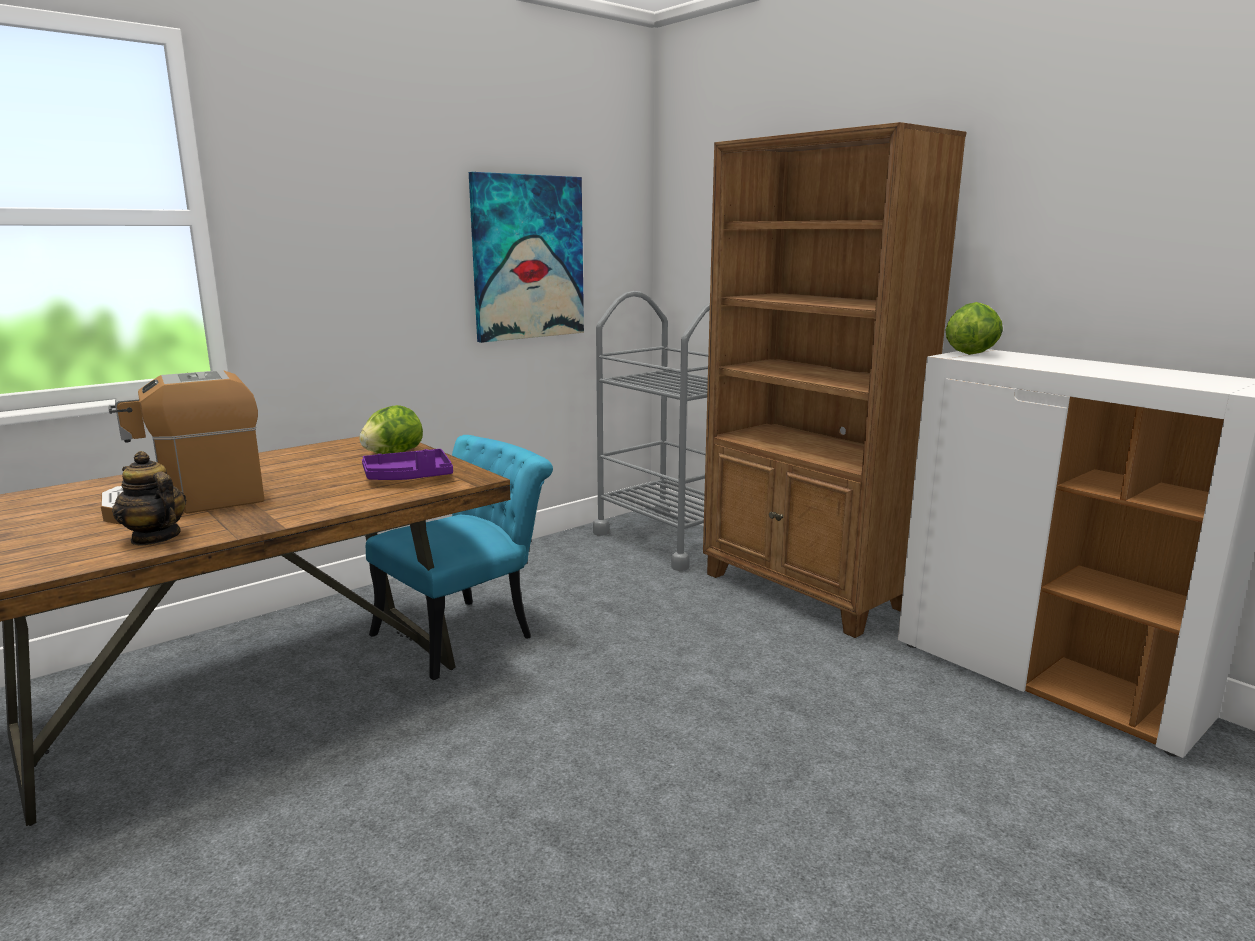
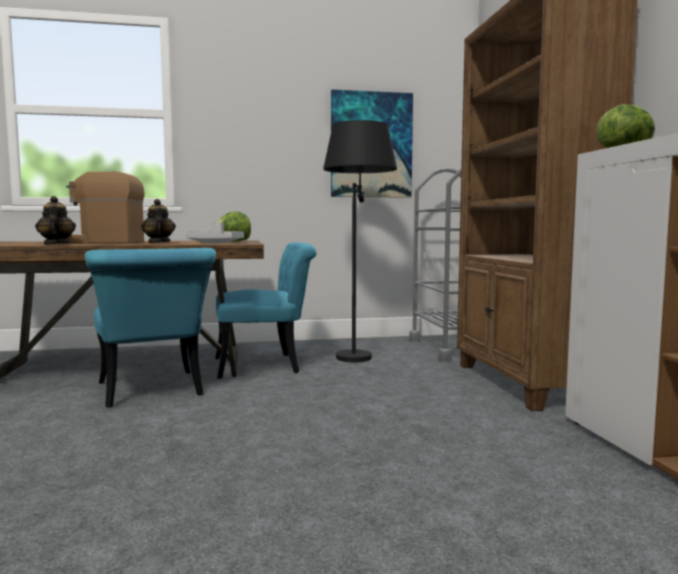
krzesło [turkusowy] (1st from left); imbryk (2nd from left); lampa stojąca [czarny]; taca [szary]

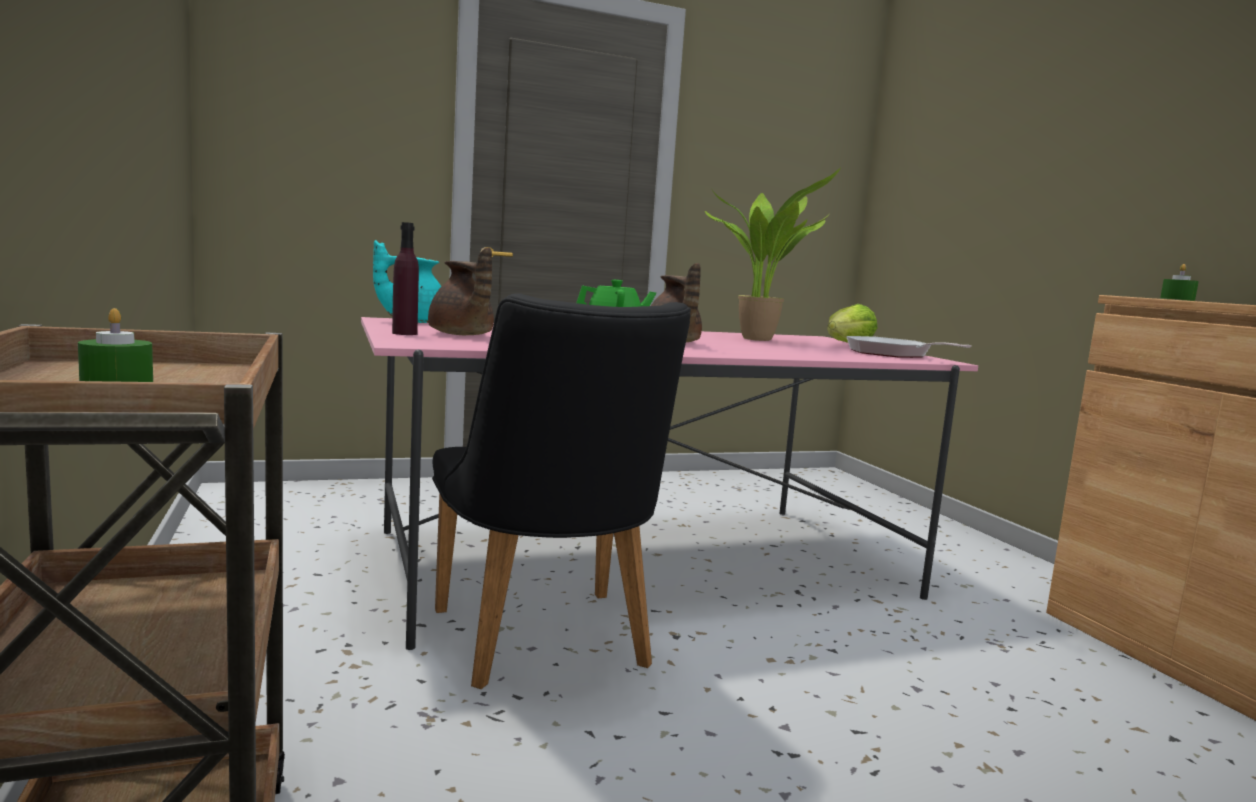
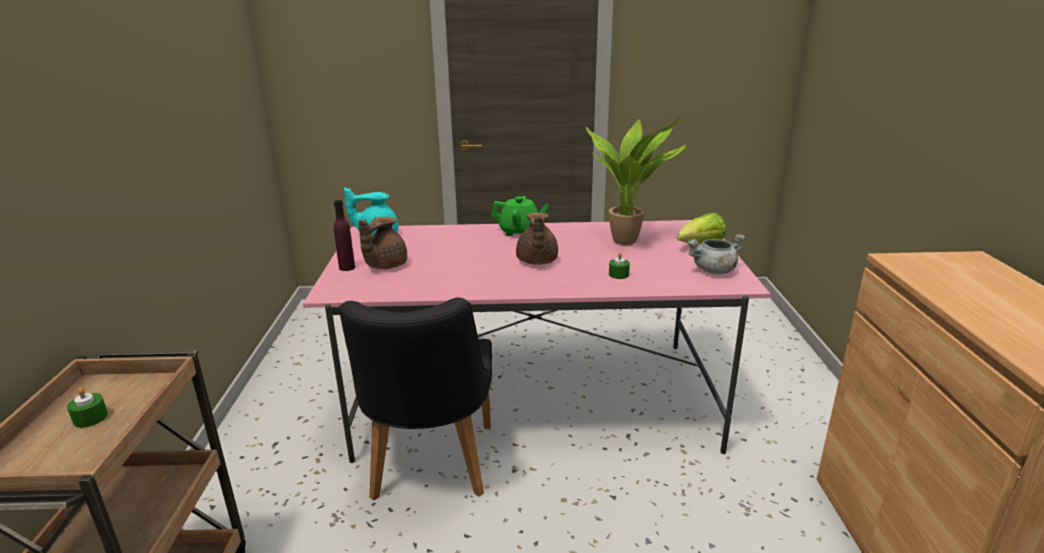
świeca [zielony] (2nd from left); garnek [szary]; imbryk [brązowy] (1st from left)

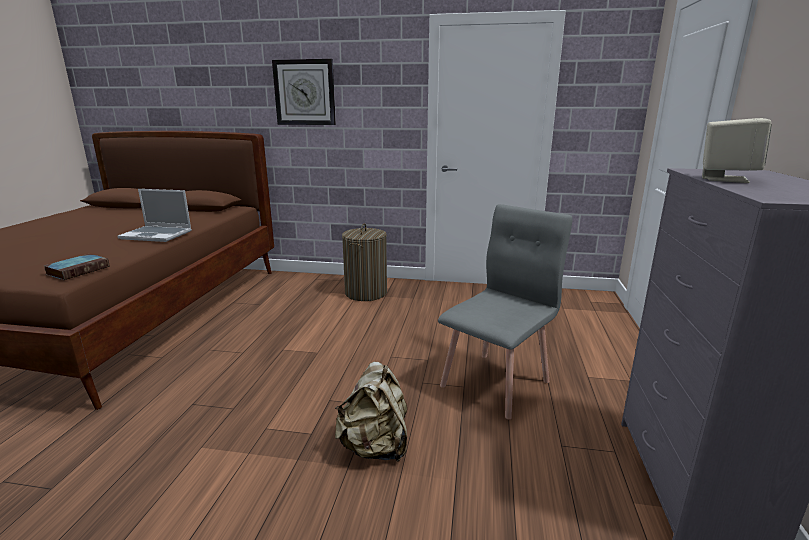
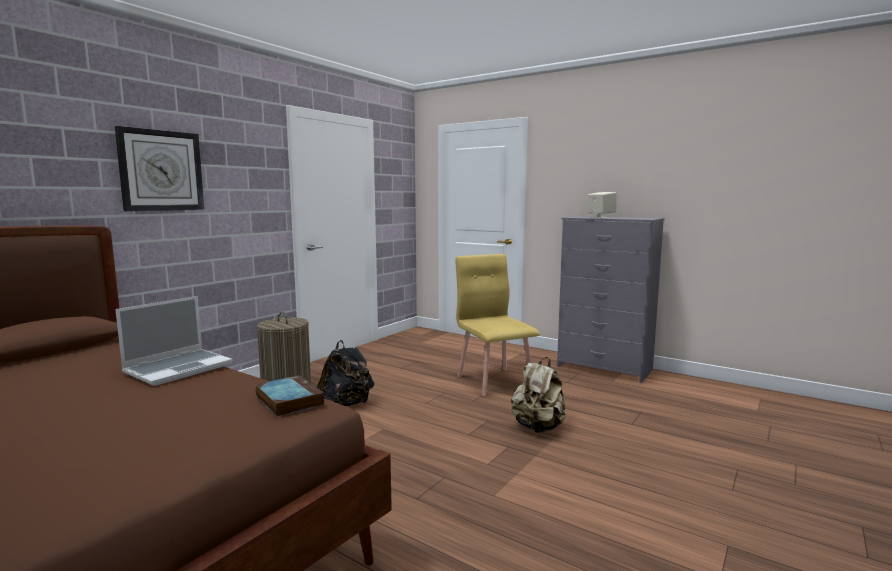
plecak [czarny]; krzesło [żółty]

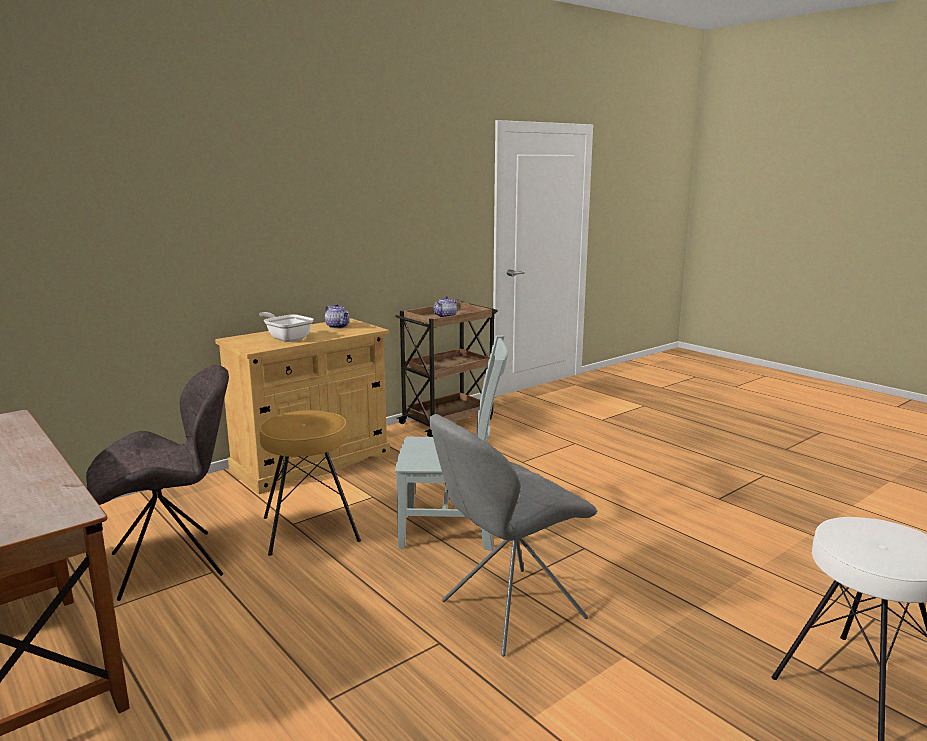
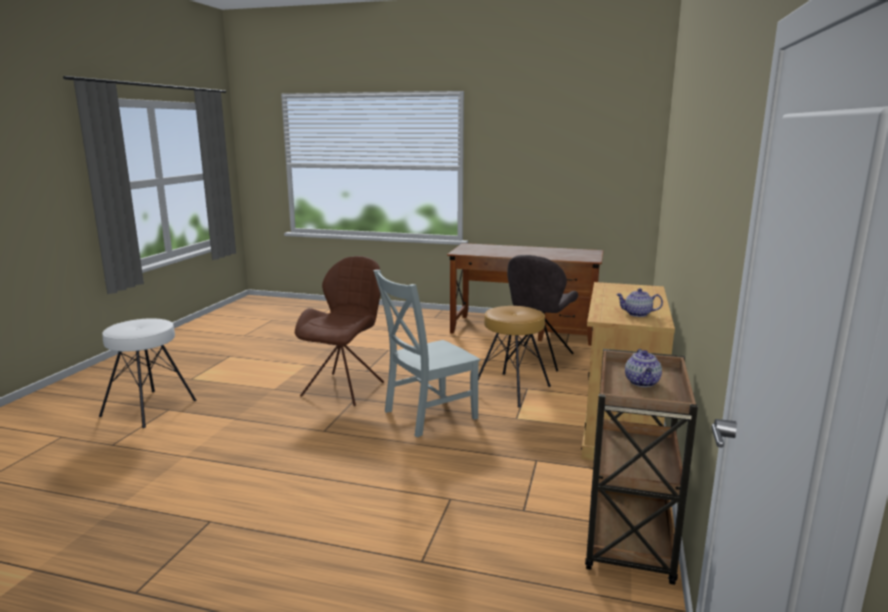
patelnia; krzesło [brązowy]

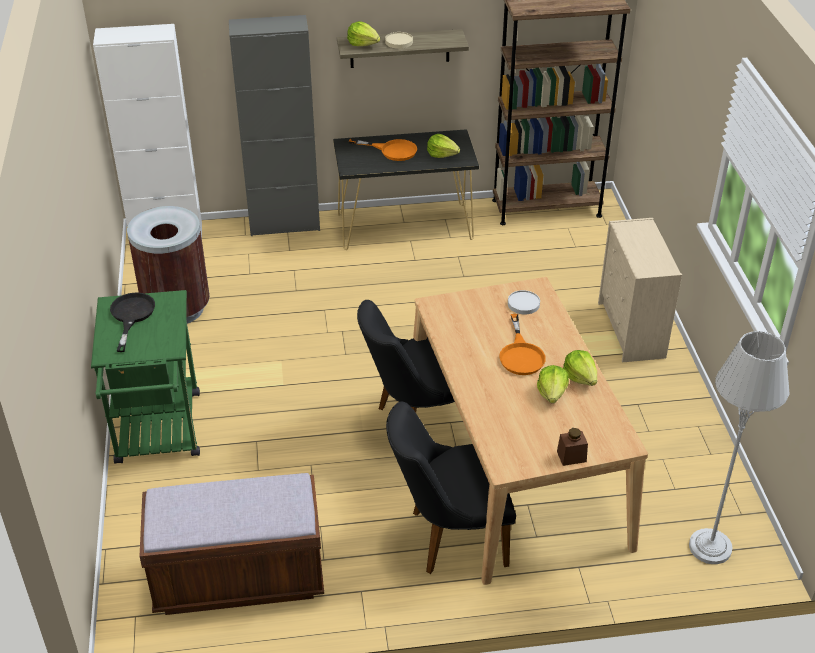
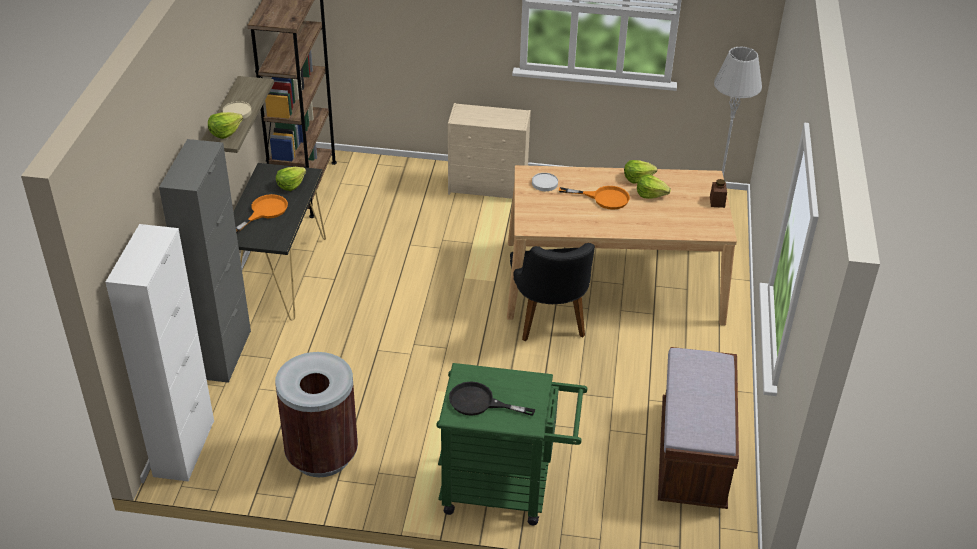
krzesło [czarny] (2nd from left in the first image)

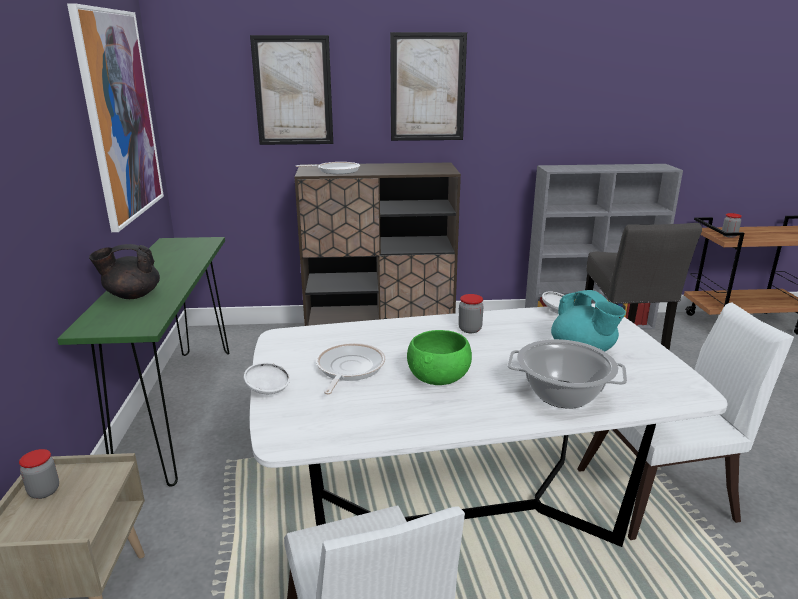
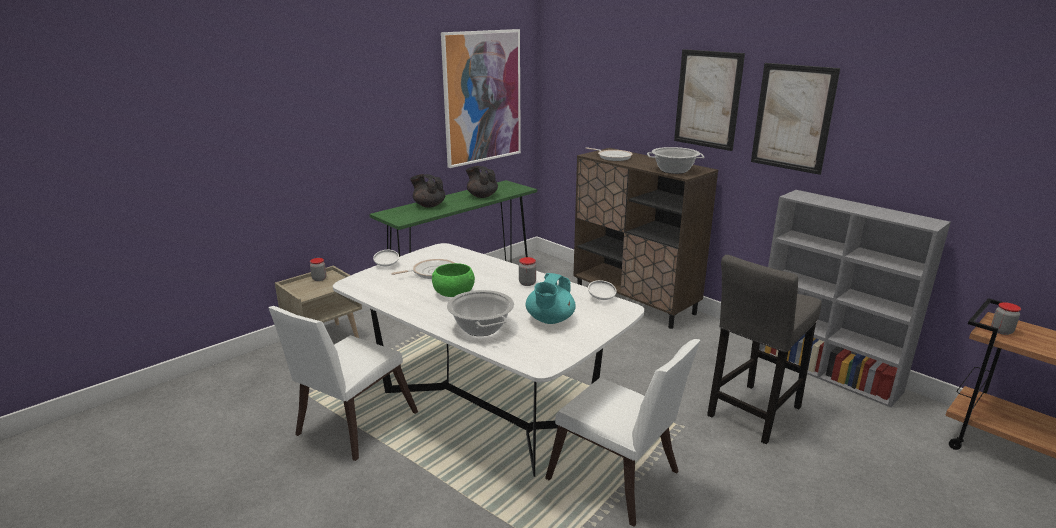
imbryk [czarny] (2nd from left); garnek (2nd from left); obraz (3rd from left)

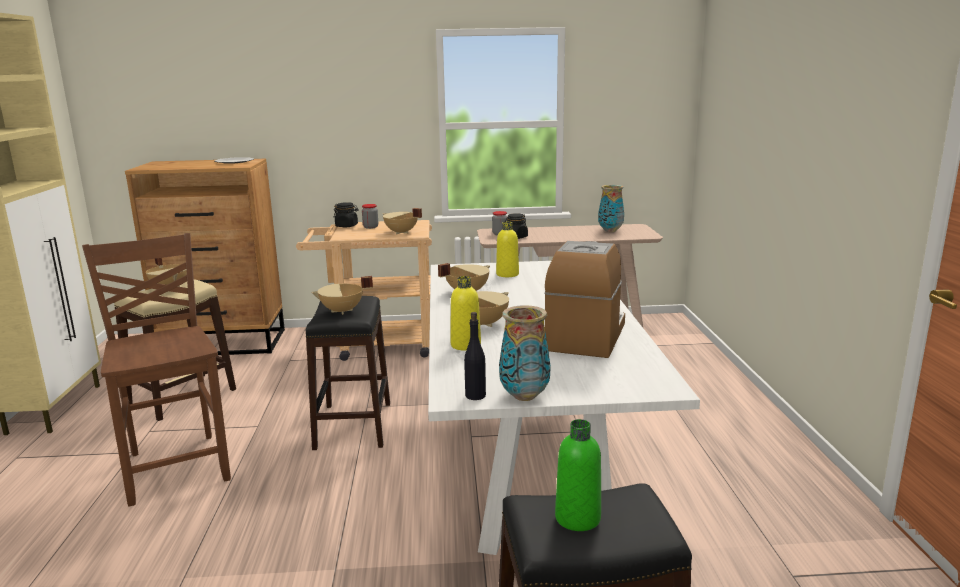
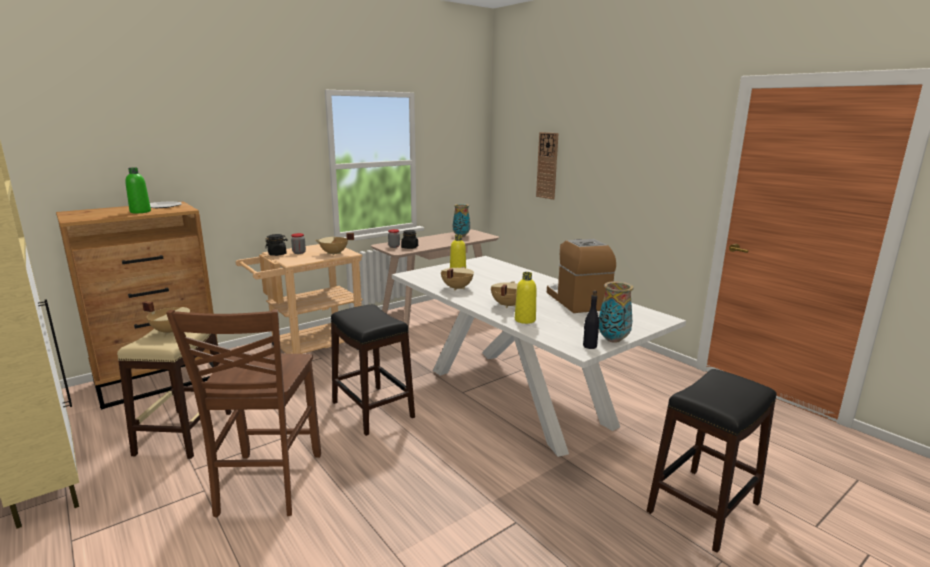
garnek [beżowy] (2nd from left in the first image); zegar ścienny; butelka [zielony]; krzesło [brązowy]

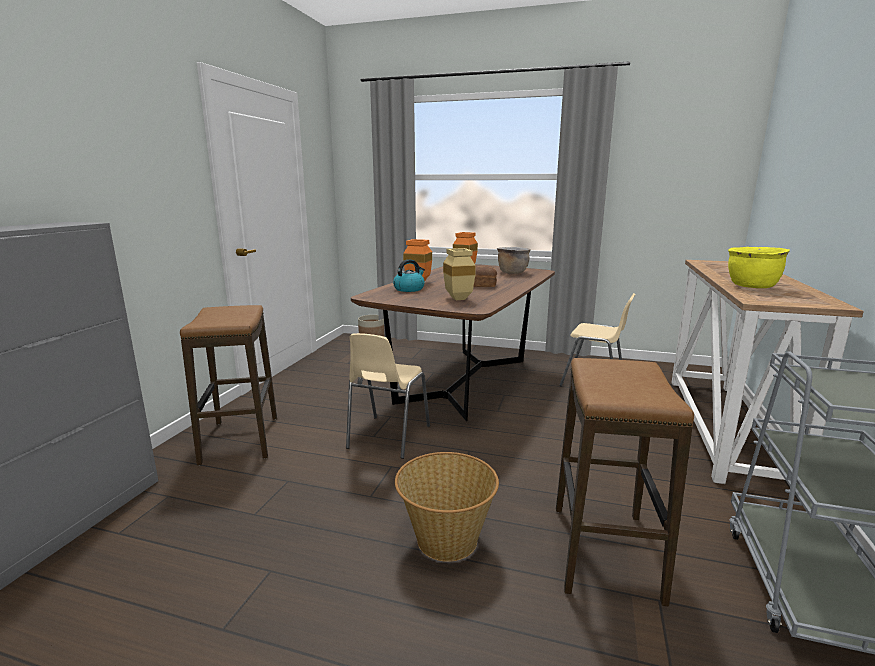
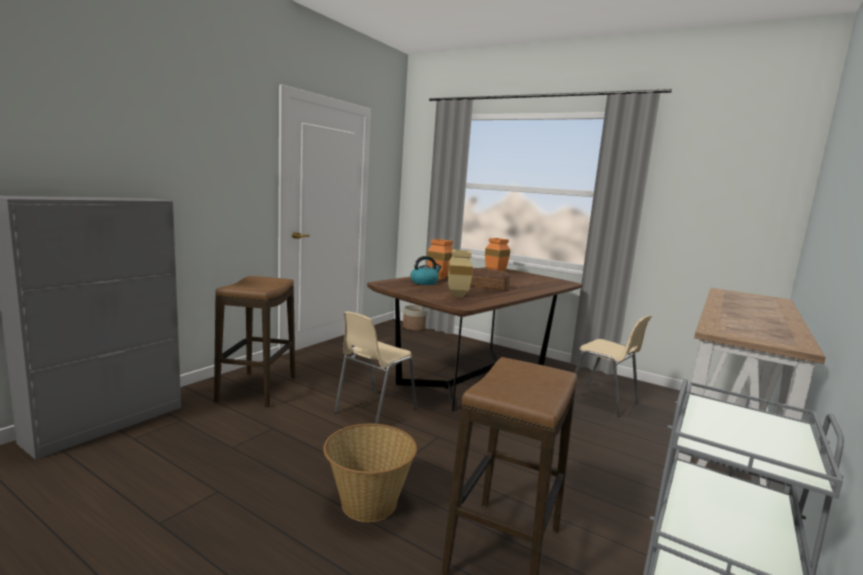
garnek [brązowy]; garnek [żółty]

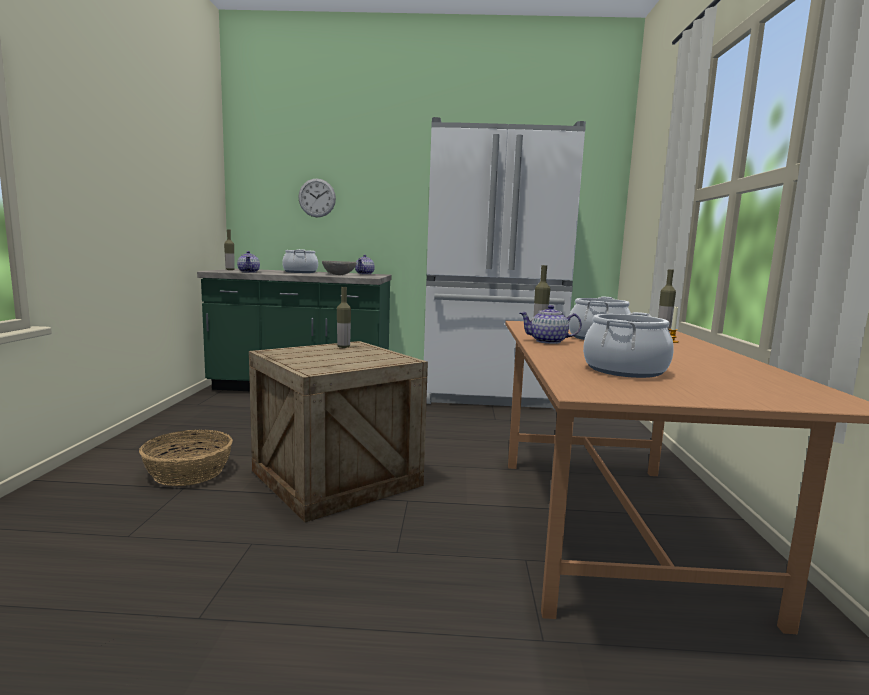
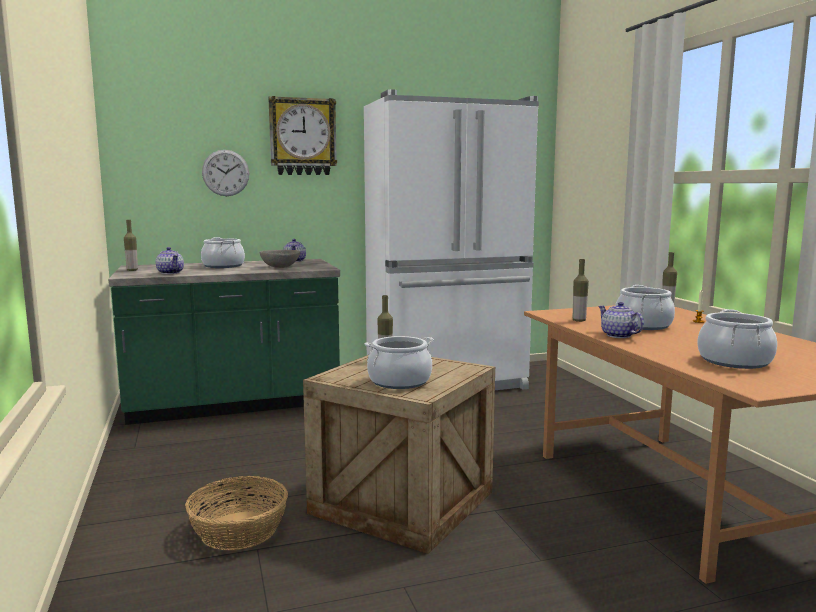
zegar ścienny (2nd from left); garnek (2nd from left); imbryk (3rd from left)

